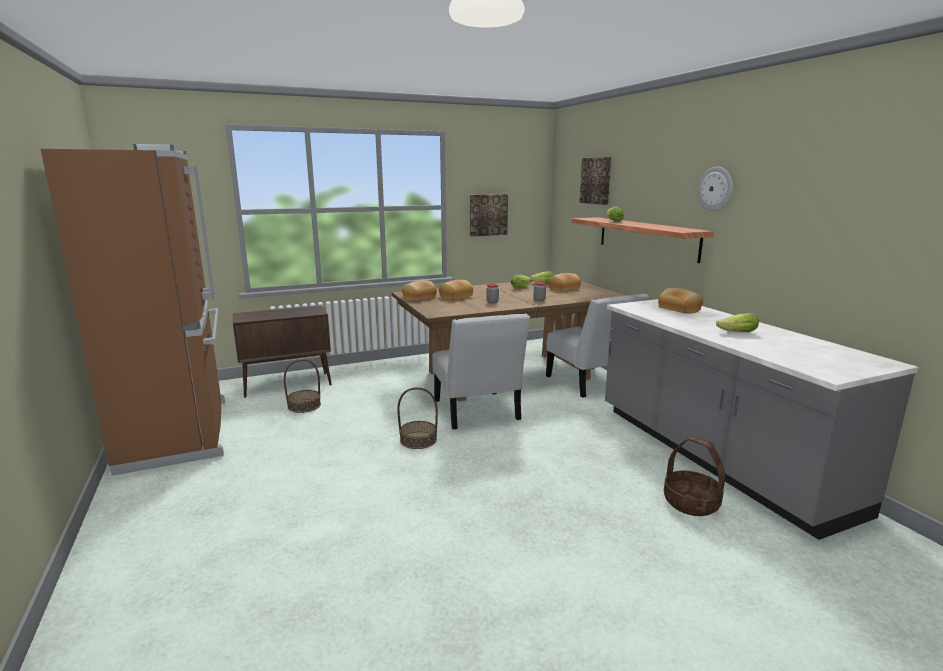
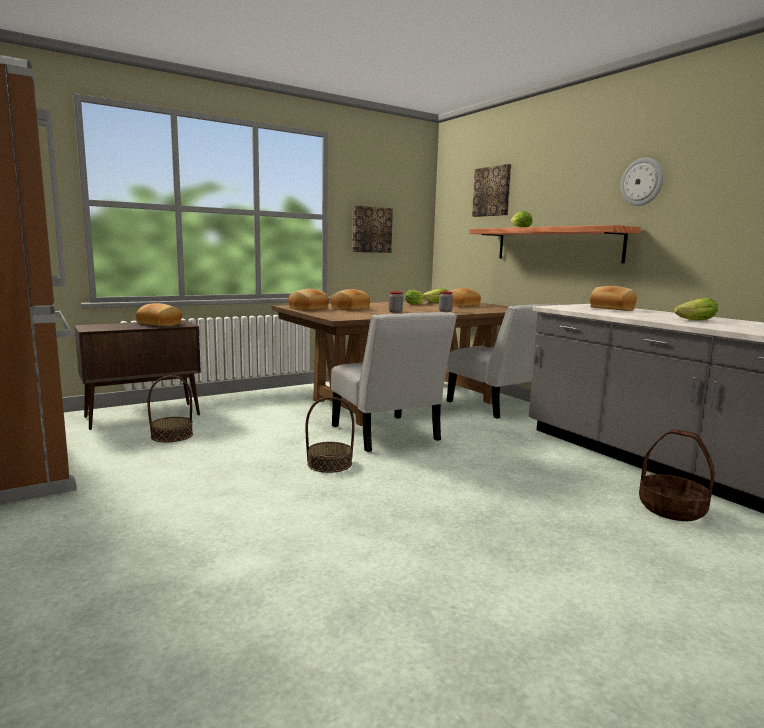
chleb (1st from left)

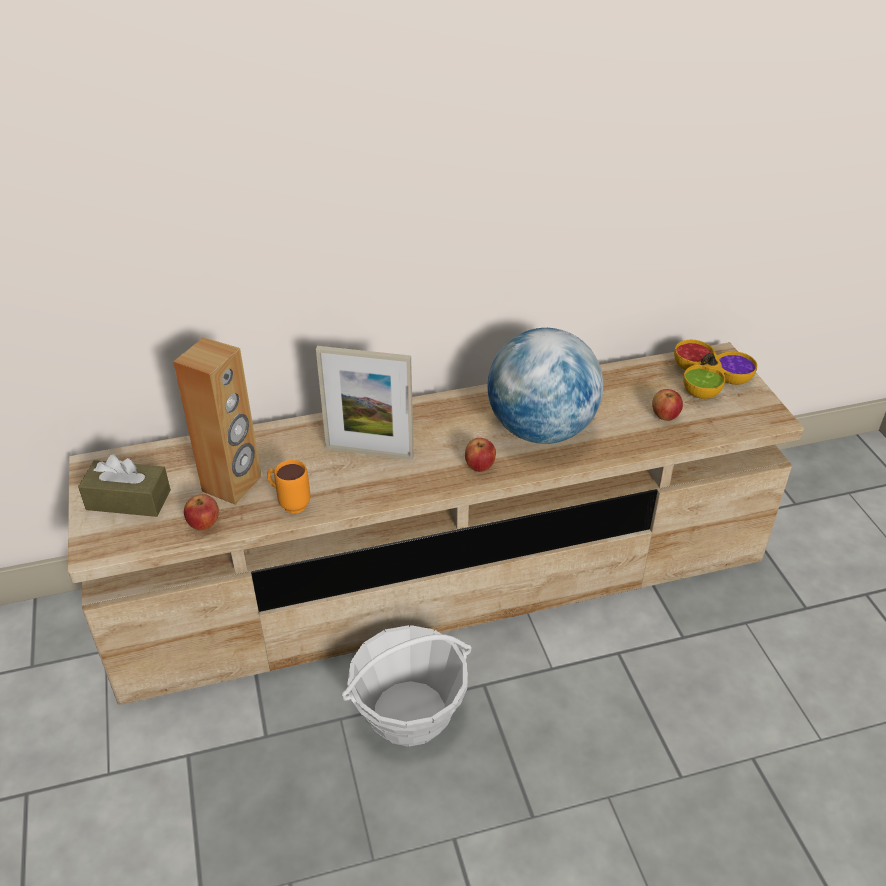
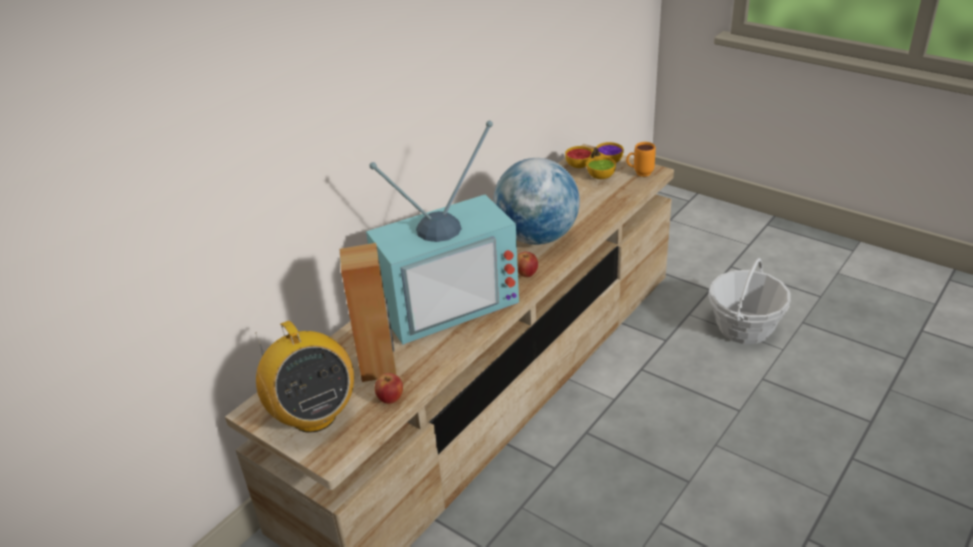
jabłko (3rd from left in the first image); kubek [pomarańczowy]; koszyk; radio; telewizor

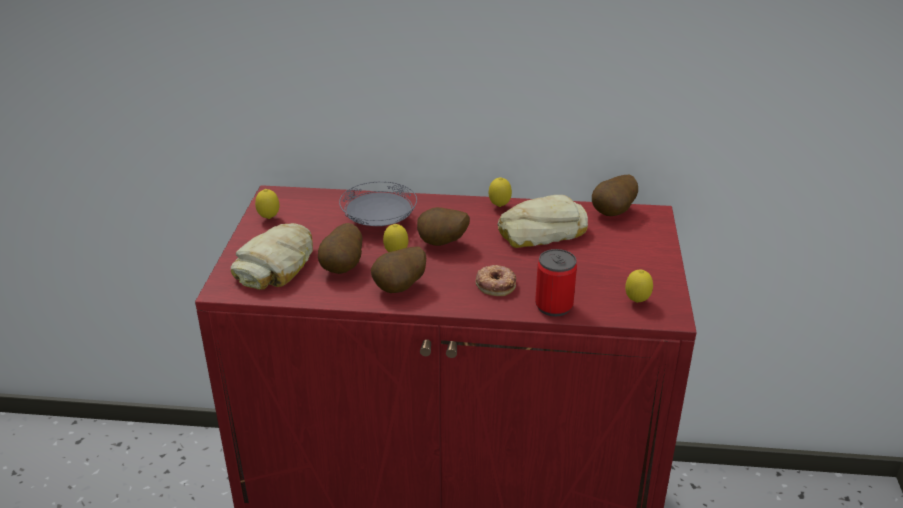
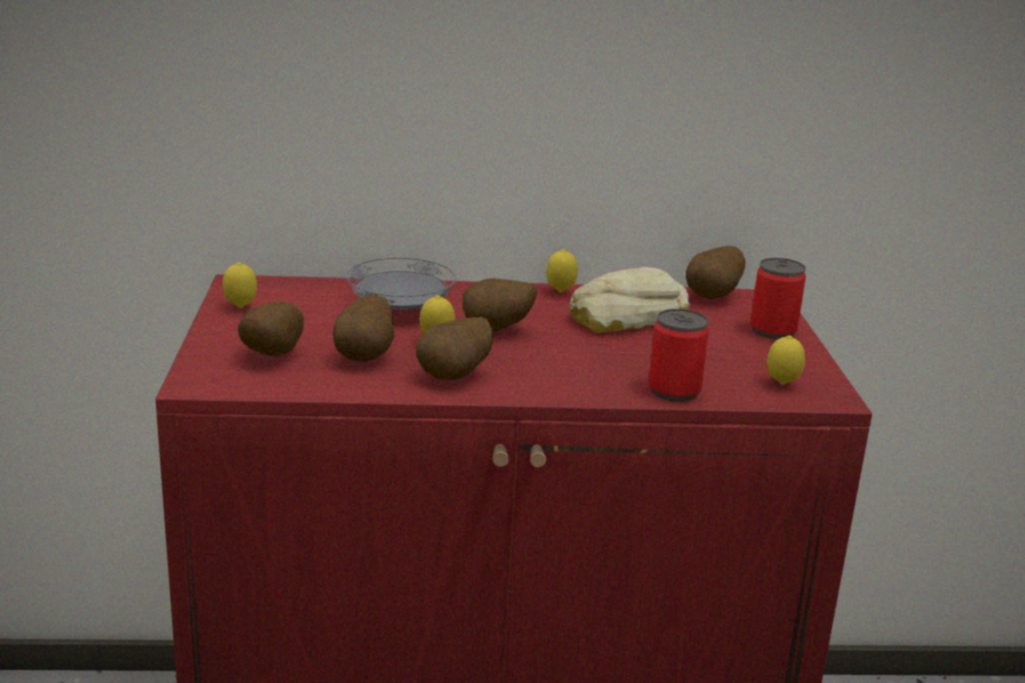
donut; puszka (2nd from left); ziemniak (1st from left)

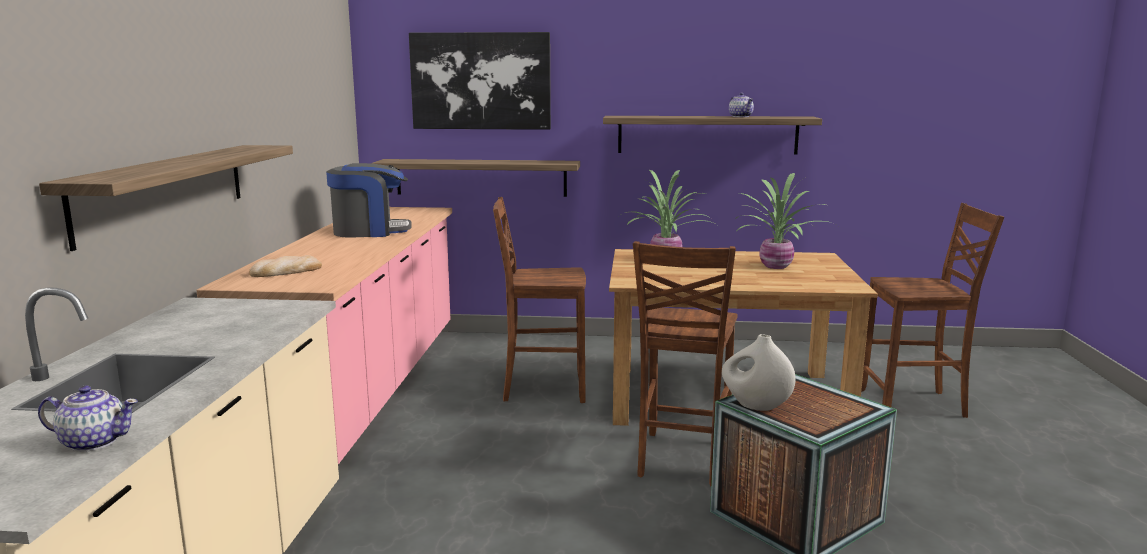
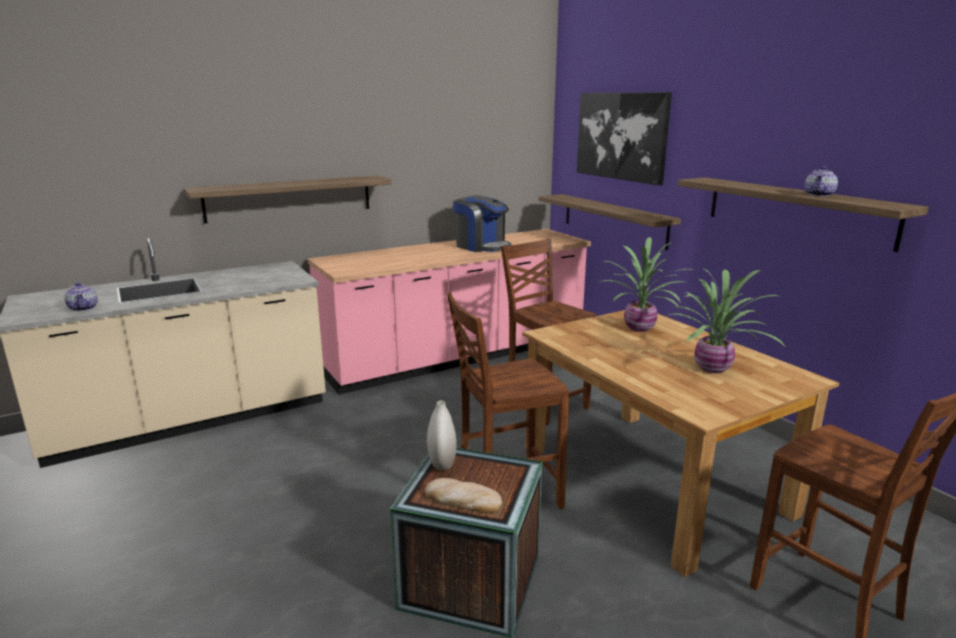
chleb

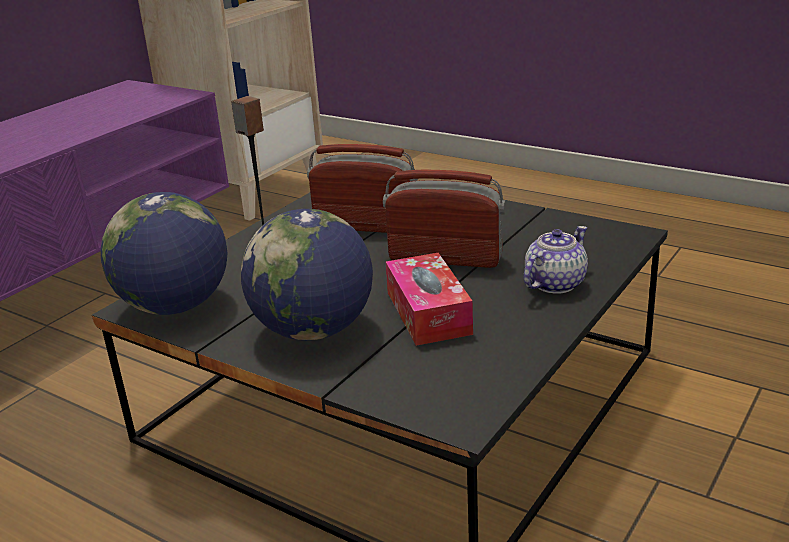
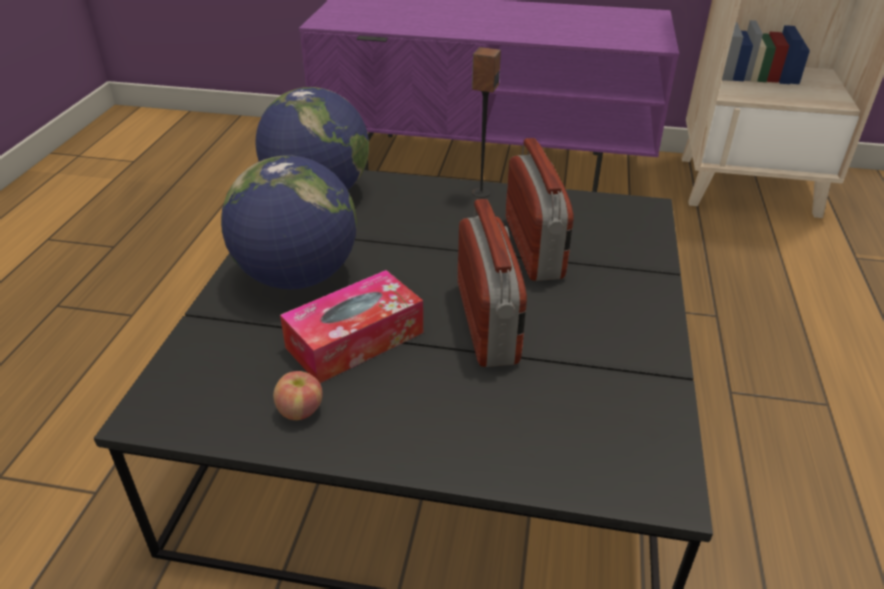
imbryk; jabłko

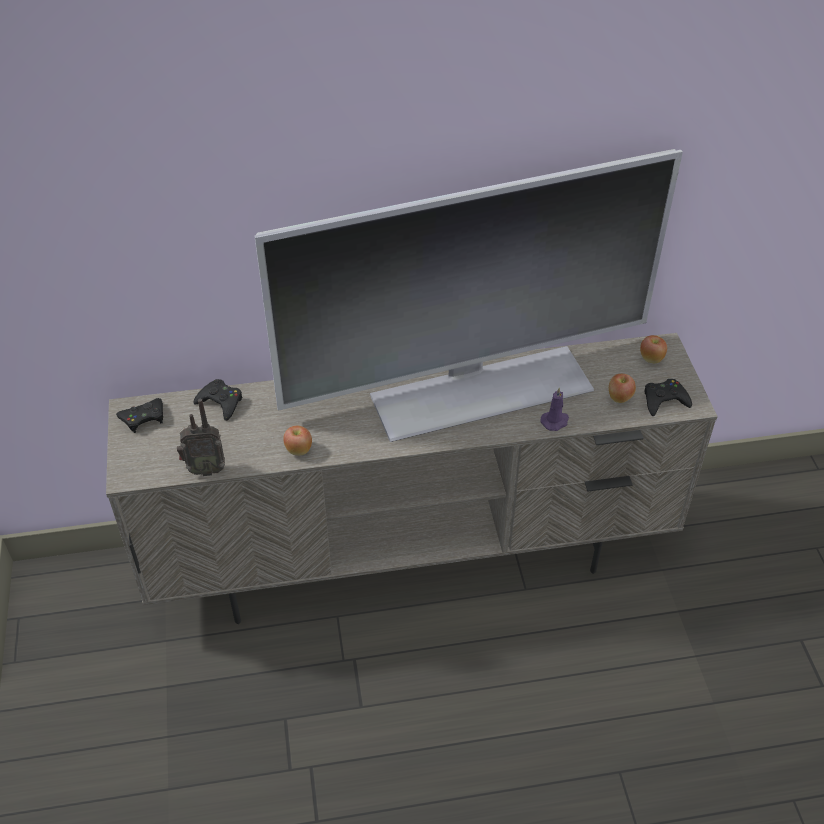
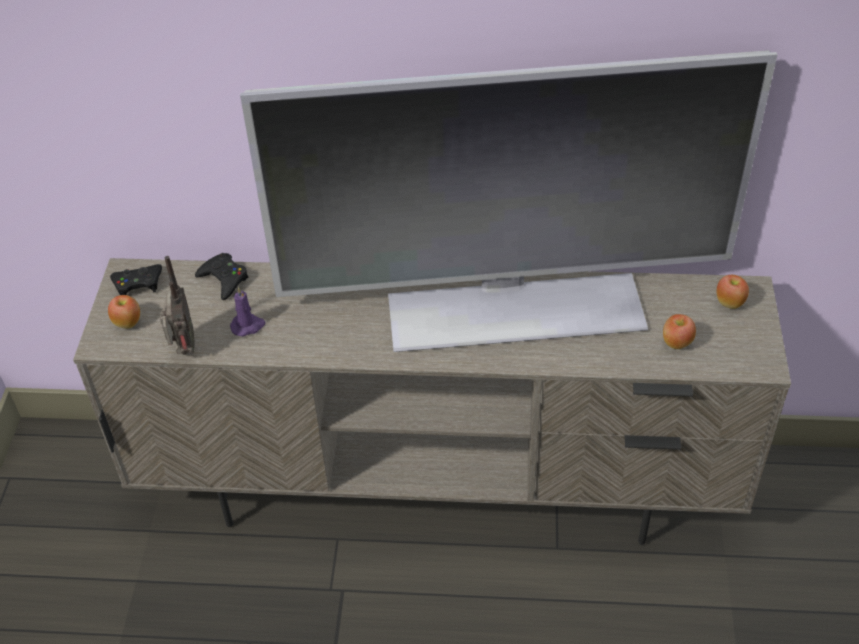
pad do gier [czarny] (3rd from left in the first image); jabłko (1st from left); świeca [fioletowy]; radio

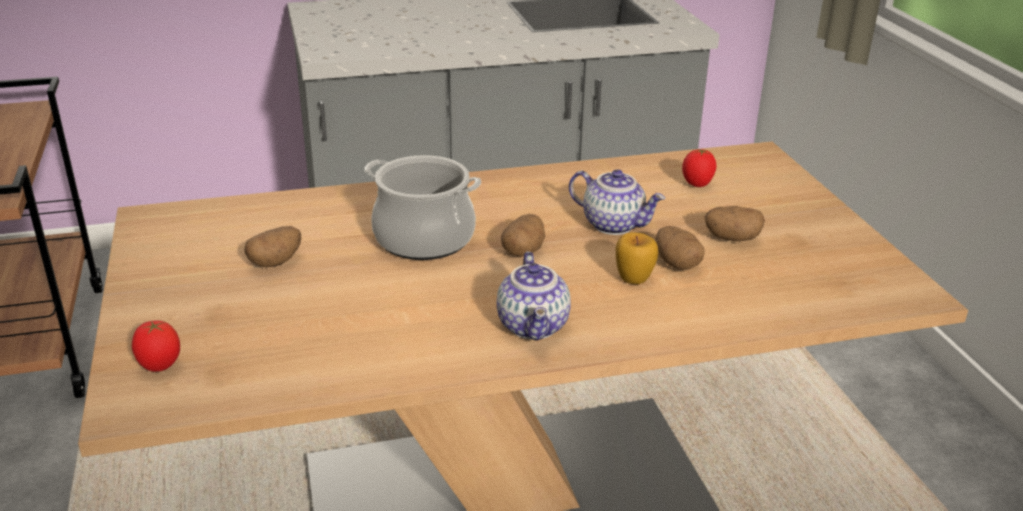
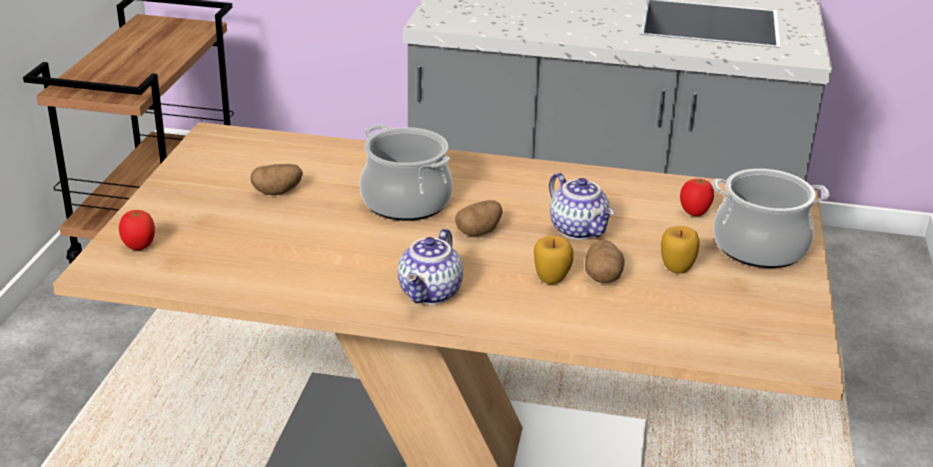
garnek (2nd from left); jabłko (2nd from left)

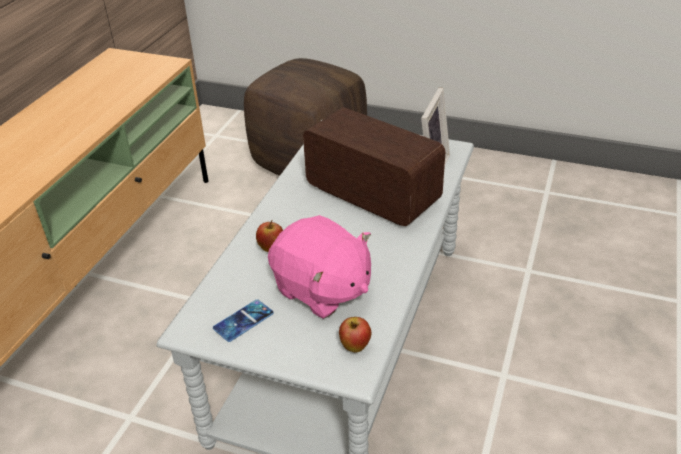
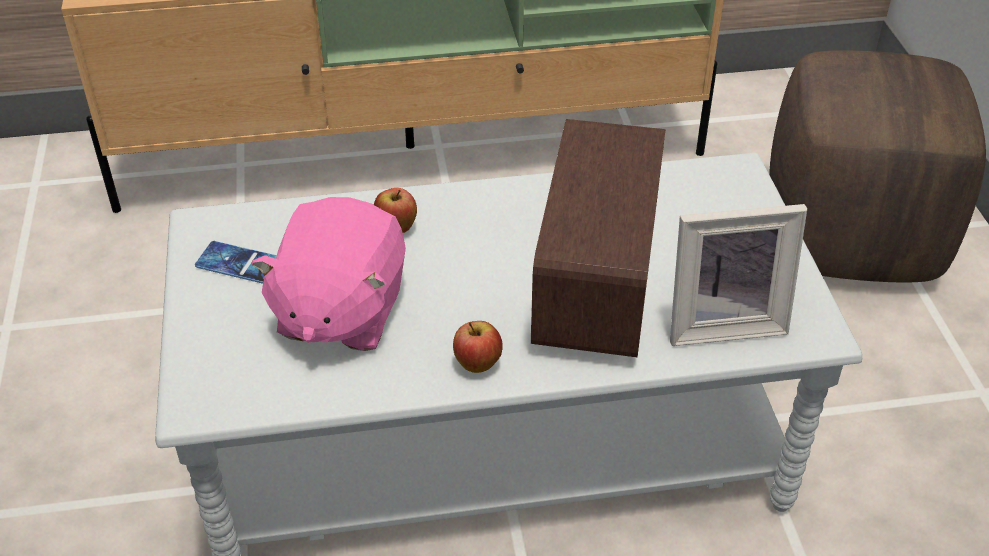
jabłko (2nd from left)

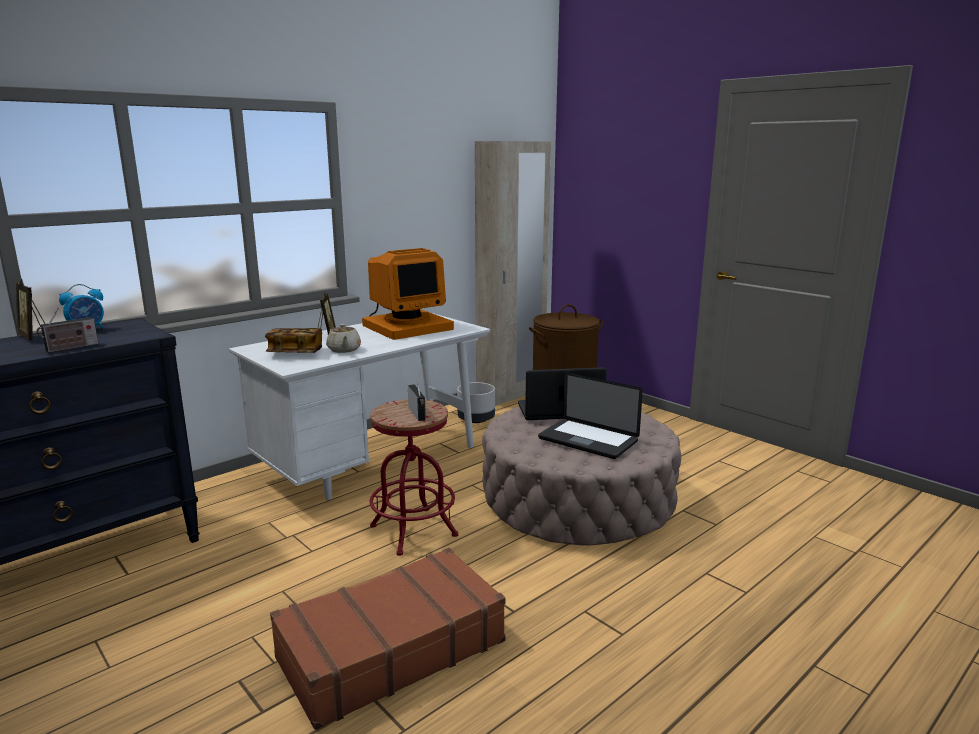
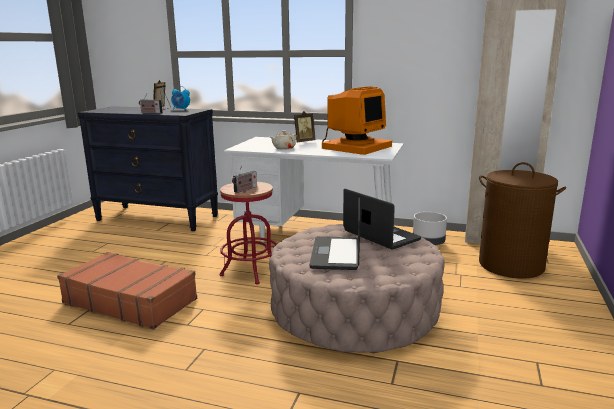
książka; monitor

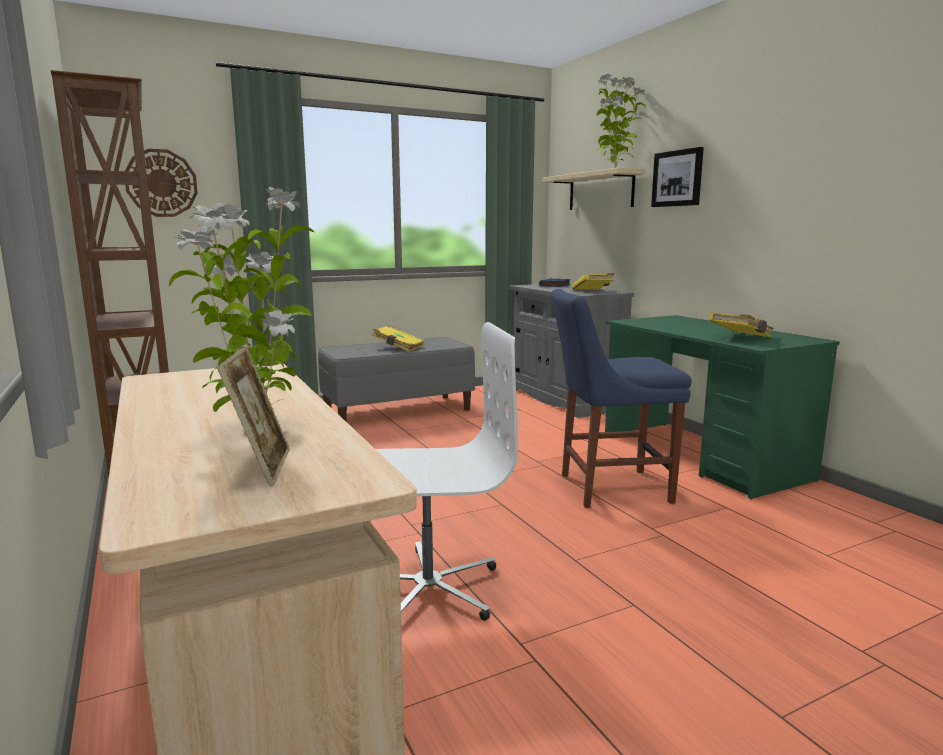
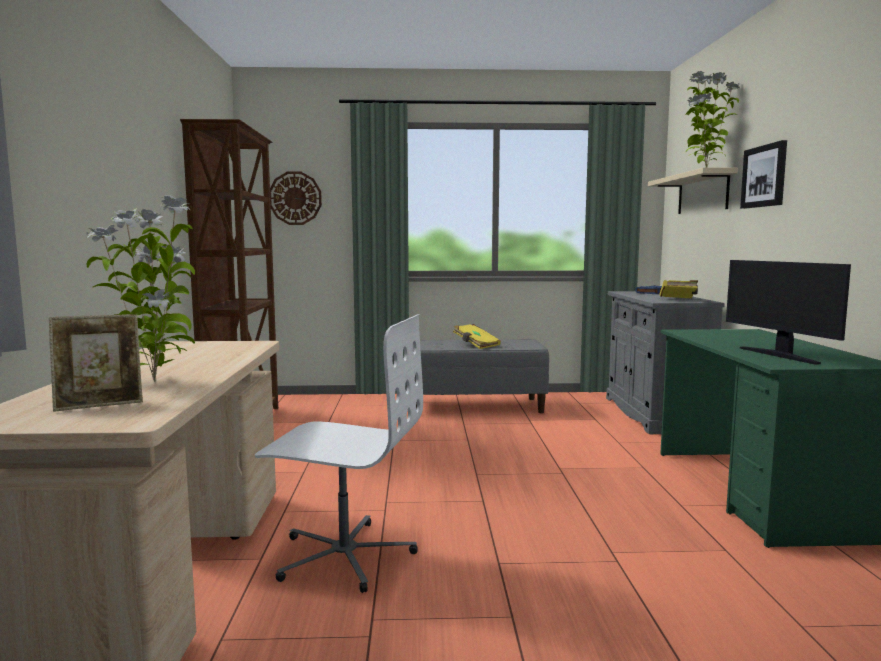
krzesło [niebieski]; monitor; ramka na zdjęcie

